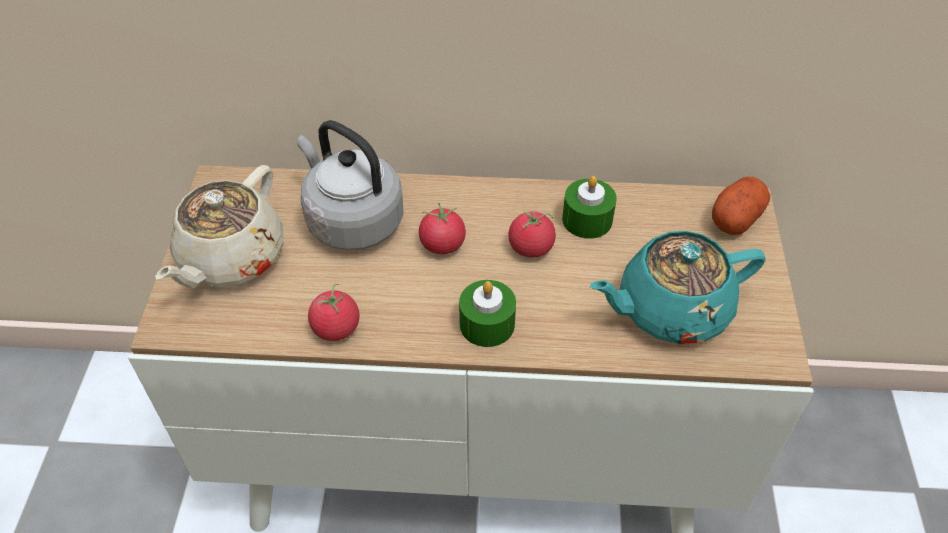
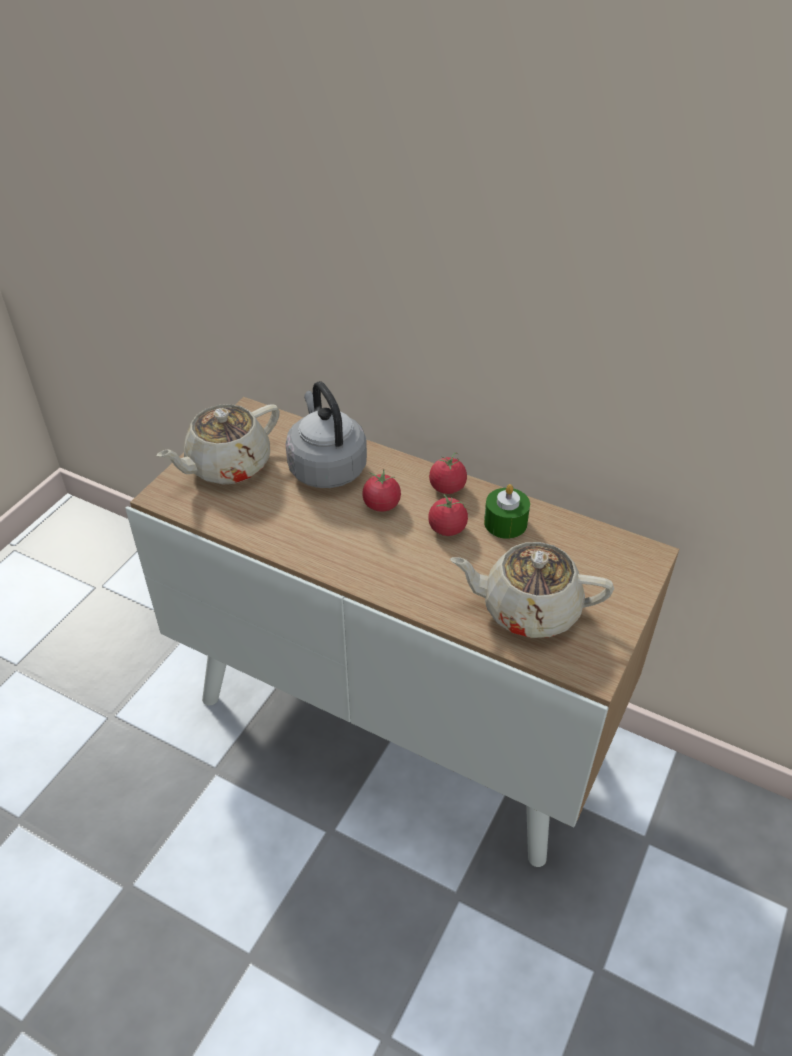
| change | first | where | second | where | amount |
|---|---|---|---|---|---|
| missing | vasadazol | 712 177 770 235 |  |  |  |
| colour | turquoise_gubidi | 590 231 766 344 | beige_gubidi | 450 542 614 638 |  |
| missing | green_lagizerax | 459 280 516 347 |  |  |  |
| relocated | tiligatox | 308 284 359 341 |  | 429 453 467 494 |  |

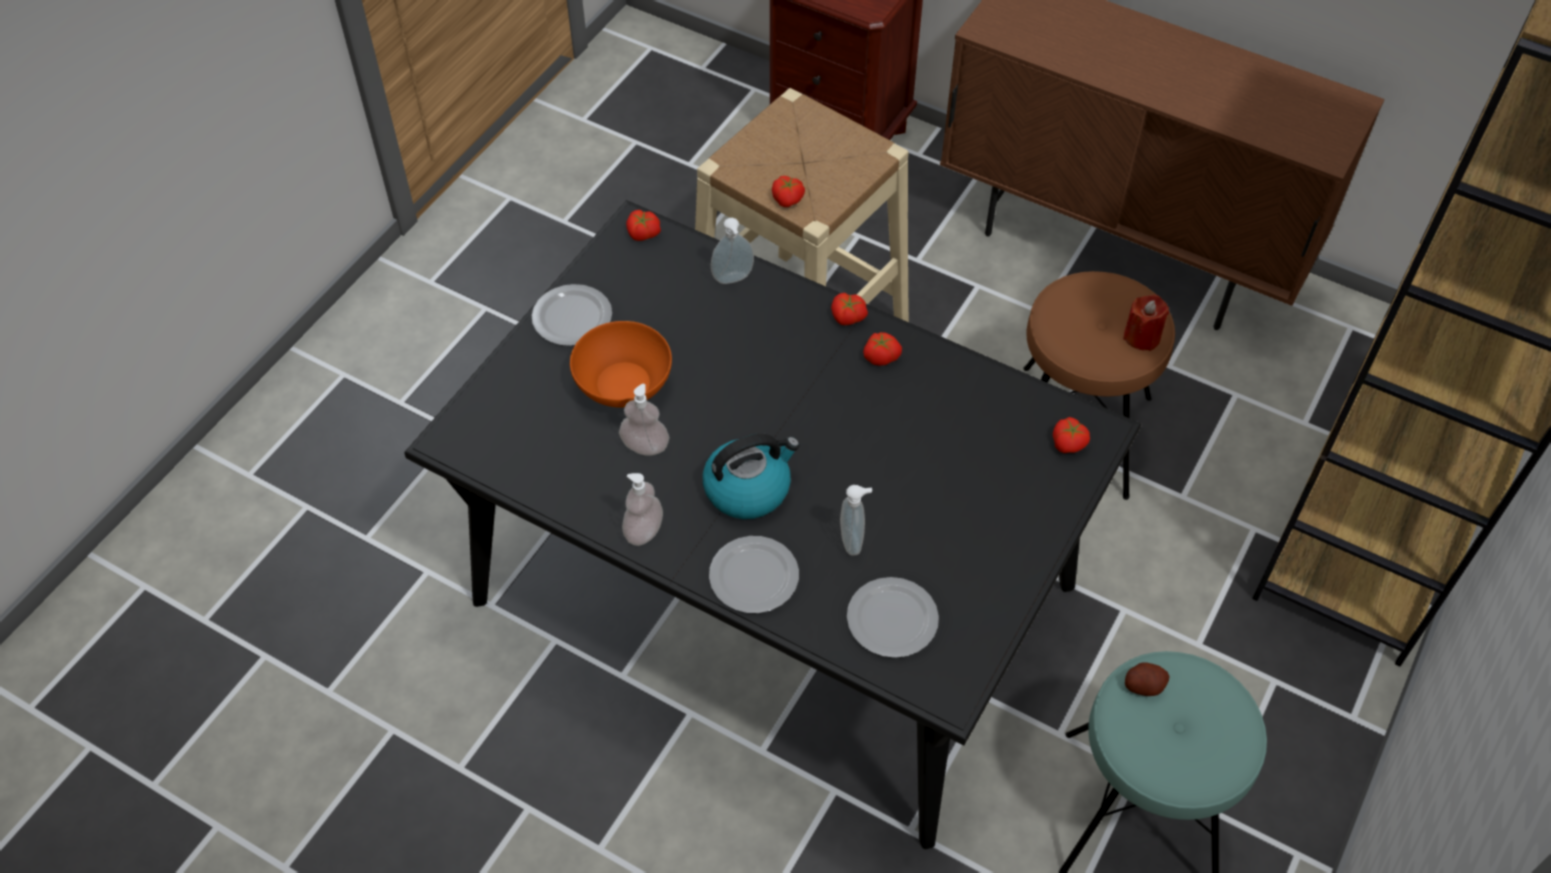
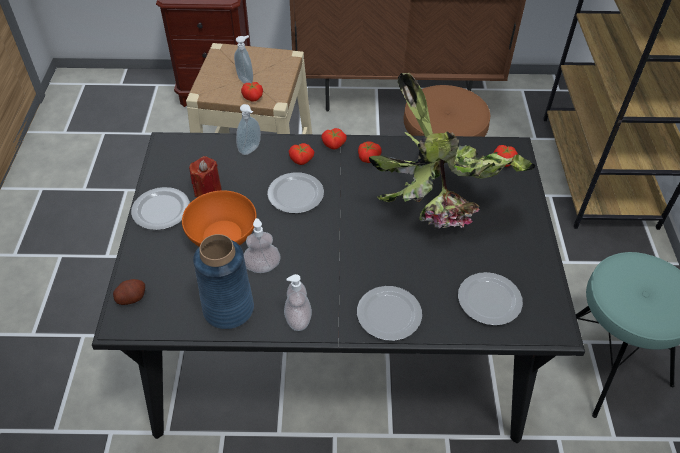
| change | first | where | second | where | amount |
|---|---|---|---|---|---|
| relocated | tiligatox | 626 210 661 241 |  | 289 143 315 165 |  |
| relocated | red_lagizerax | 1123 294 1169 351 |  | 189 156 221 197 |  |
| missing | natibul | 703 433 800 519 |  |  |  |
| relocated | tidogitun | 840 485 872 556 |  | 234 35 253 84 |  |
| relocated | vasadazol | 1125 662 1170 696 |  | 113 279 145 305 |  |
| appeared |  |  | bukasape | 369 73 536 228 |  |
| appeared |  |  | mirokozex | 267 172 324 213 |  |
| appeared |  |  | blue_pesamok | 193 234 254 329 |  |

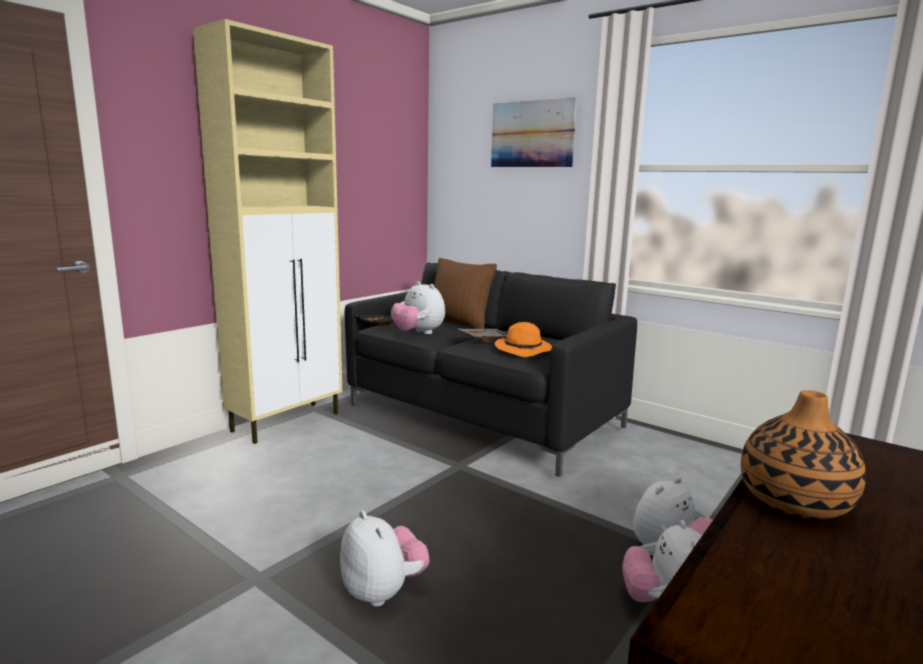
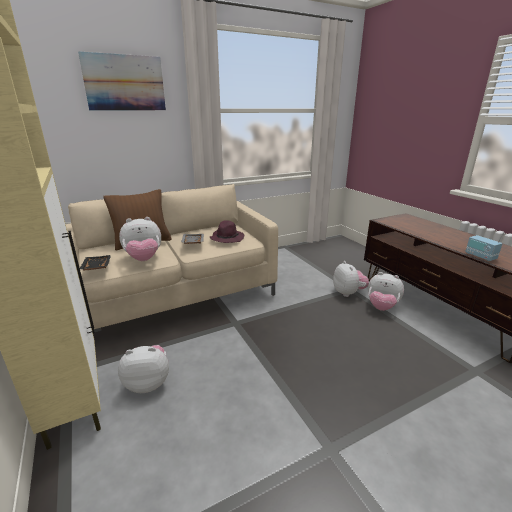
| change | first | where | second | where | amount |
|---|---|---|---|---|---|
| colour | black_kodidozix | 345 263 637 477 | beige_kodidozix | 66 184 278 332 |  |
| colour | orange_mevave | 494 322 552 357 | purple_mevave | 210 221 244 243 |  |
| missing | pesamok | 741 390 866 519 |  |  |  |
| relocated | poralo | 340 511 430 607 |  | 118 345 169 393 |  |
| appeared |  |  | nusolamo | 465 232 504 261 |  |

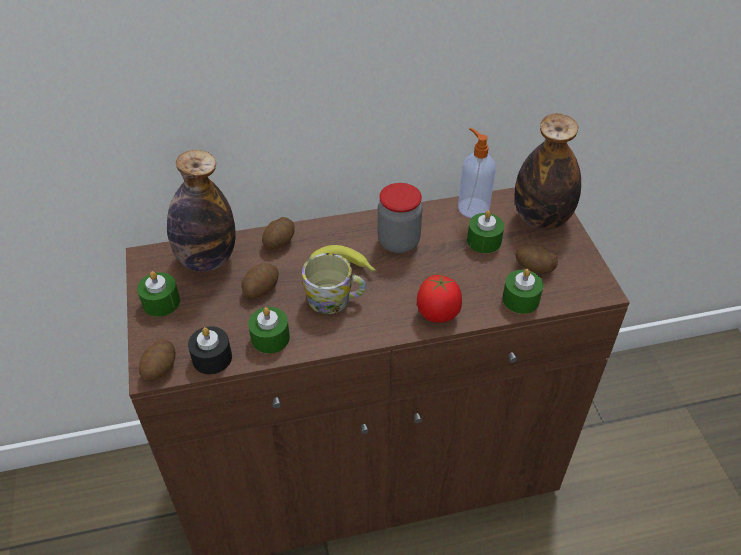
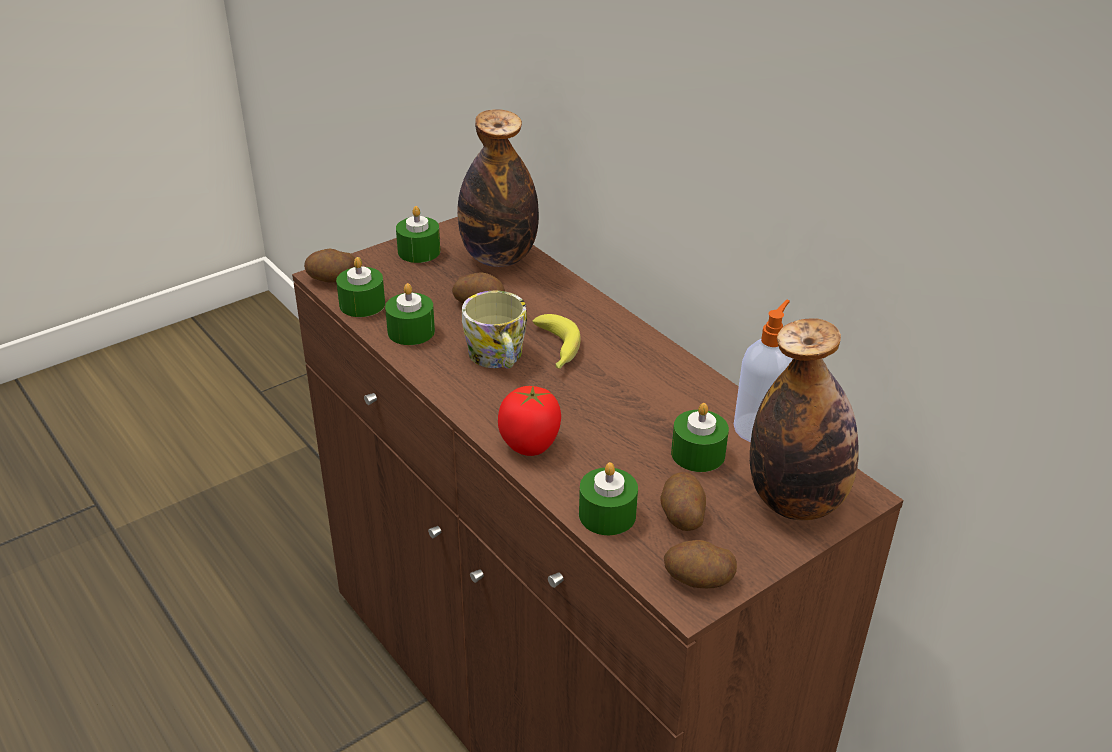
| change | first | where | second | where | amount |
|---|---|---|---|---|---|
| missing | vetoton | 378 183 423 253 |  |  |  |
| relocated | vasadazol | 262 217 295 249 |  | 664 540 737 588 |  |
| colour | black_lagizerax | 188 326 232 374 | green_lagizerax | 336 257 385 317 |  |

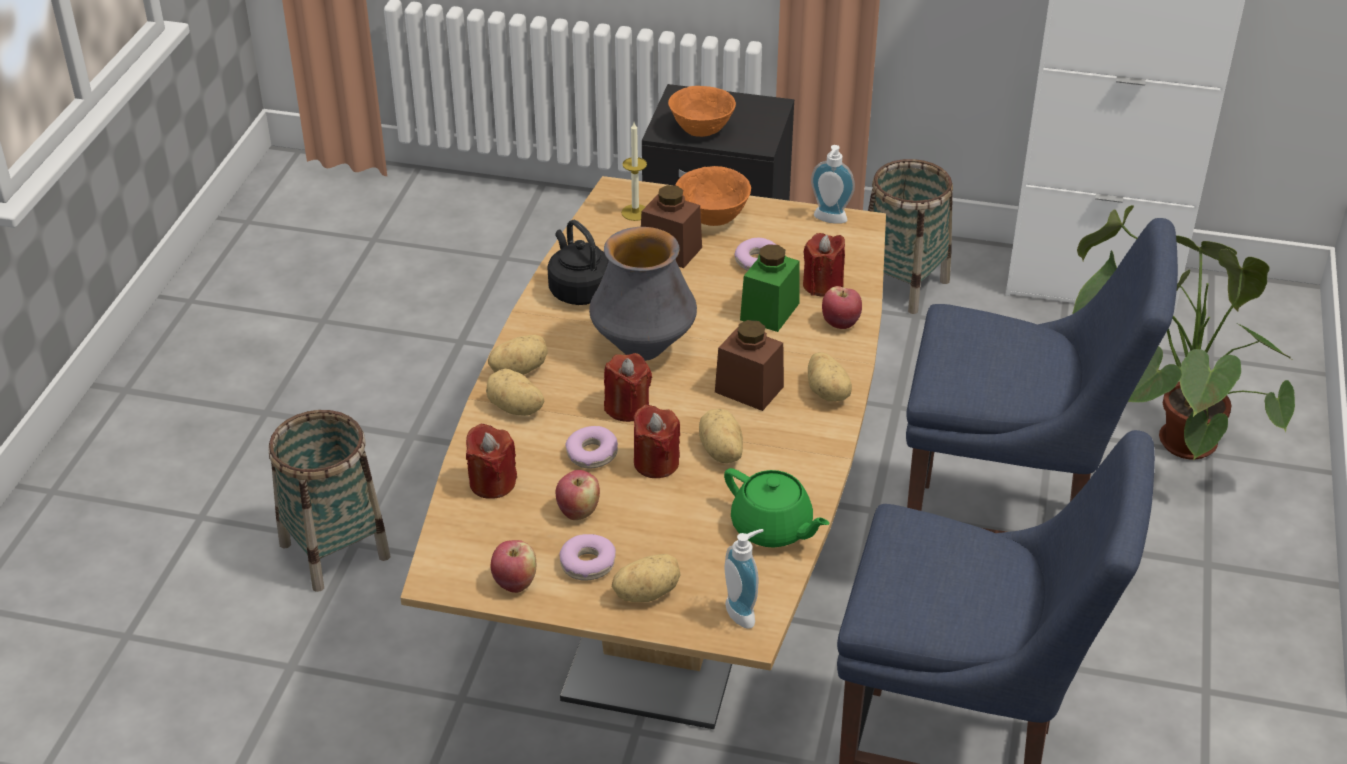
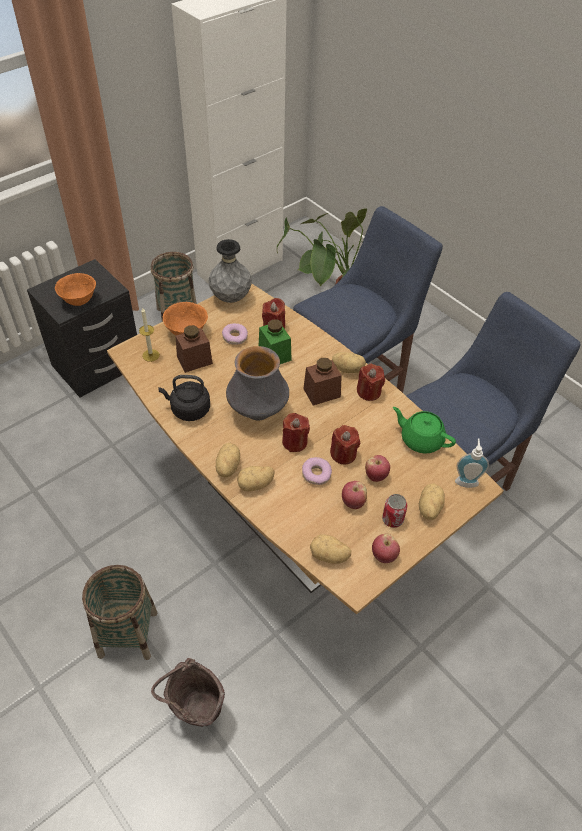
| change | first | where | second | where | amount |
|---|---|---|---|---|---|
| exchanged | tidogitun | 811 145 855 224 | grey_pesamok | 209 239 252 303 |  |
| relocated | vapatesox | 822 286 862 329 |  | 365 455 390 482 |  |
| relocated | vasadazol | 699 409 743 463 |  | 310 534 352 564 |  |
| relocated | red_lagizerax | 466 423 517 499 |  | 357 364 385 401 |  |
| spun | green_gubidi | 724 468 829 547 |  | 393 407 456 453 | 135 degrees counterclockwise |
| exchanged | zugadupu | 559 534 616 581 | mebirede | 382 494 408 528 |  |
| appeared |  |  | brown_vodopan | 151 658 225 727 |  |

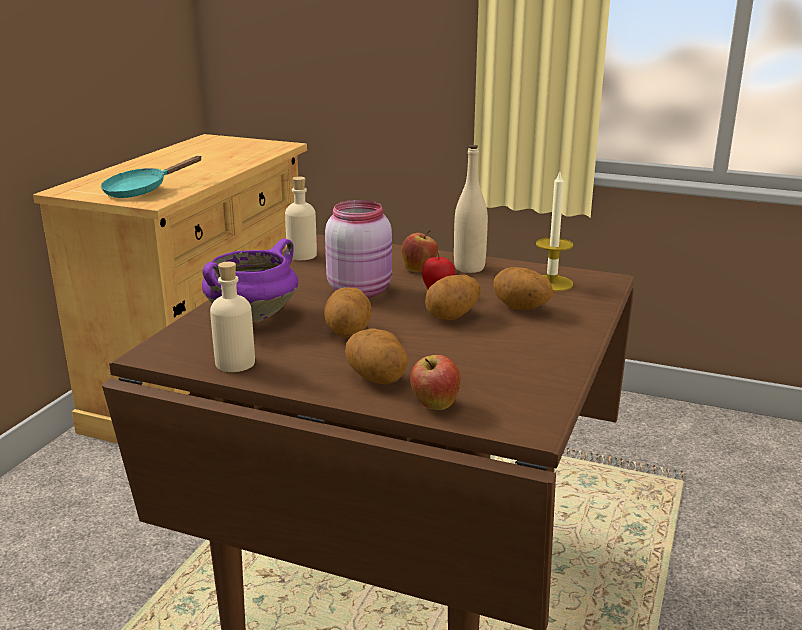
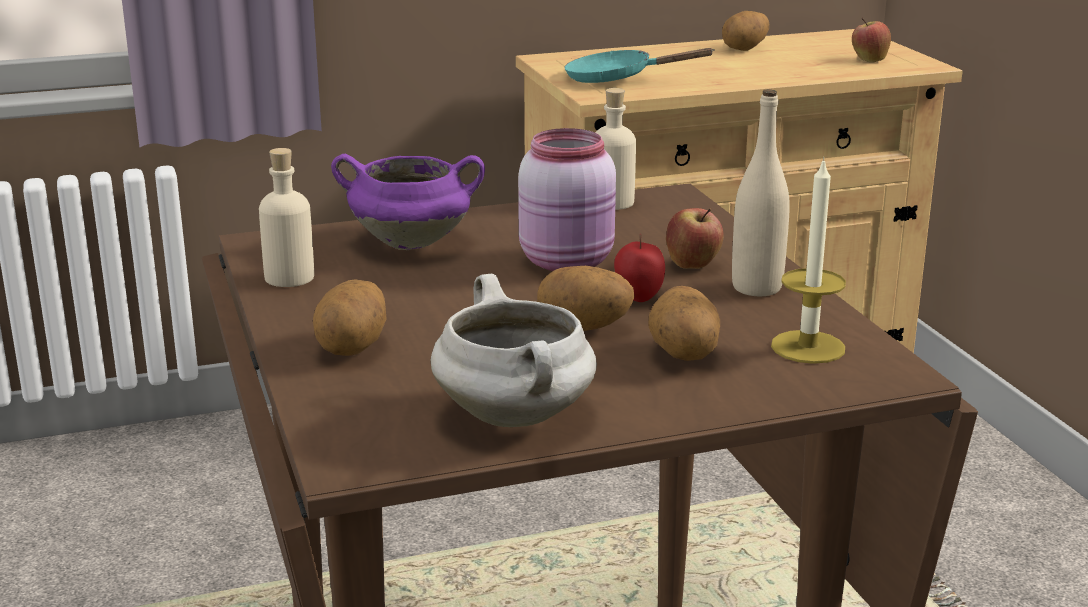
| change | first | where | second | where | amount |
|---|---|---|---|---|---|
| relocated | vasadazol | 324 287 372 337 |  | 722 11 769 51 |  |
| relocated | vapatesox | 410 355 461 410 |  | 852 17 891 62 |  |
| appeared |  |  | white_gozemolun | 431 274 597 427 |  |

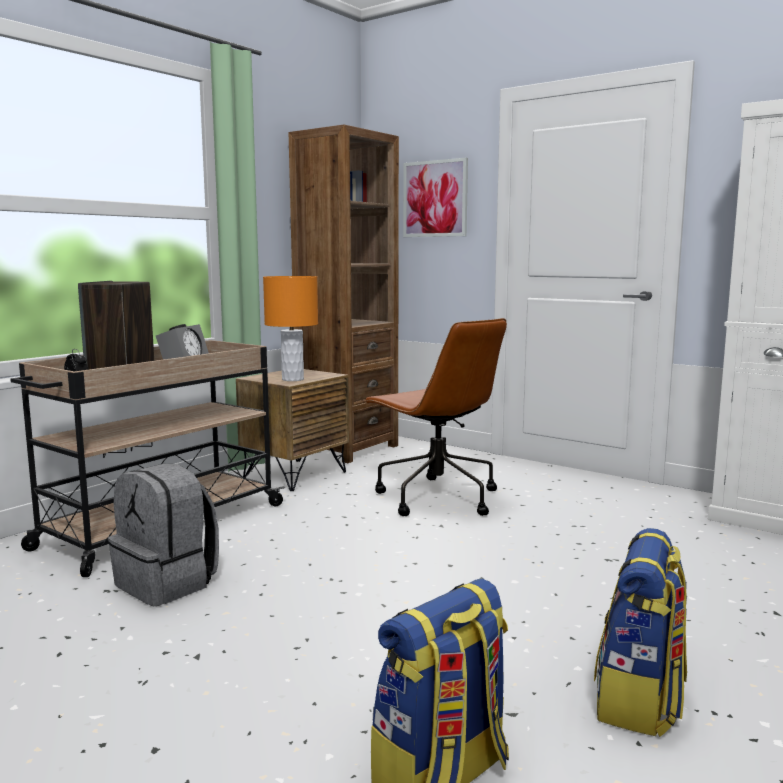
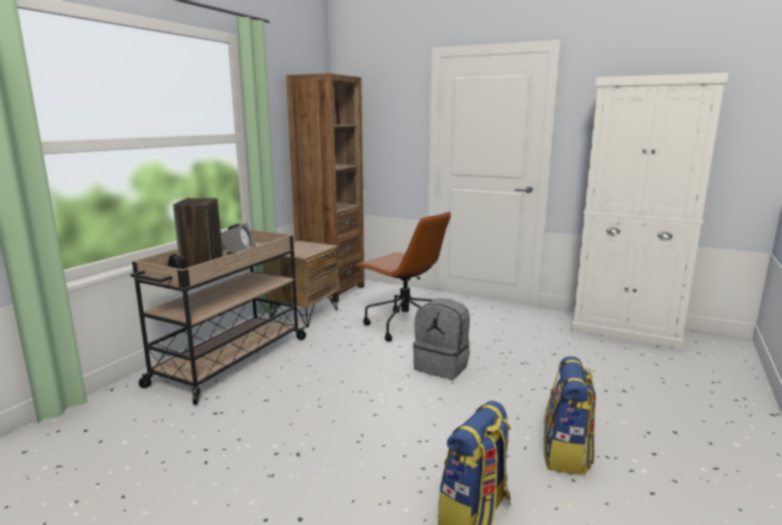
| change | first | where | second | where | amount |
|---|---|---|---|---|---|
| missing | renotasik | 403 158 468 237 |  |  |  |
| missing | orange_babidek | 263 276 318 381 |  |  |  |
| relocated | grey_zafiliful | 108 464 219 606 |  | 413 299 470 380 |  |

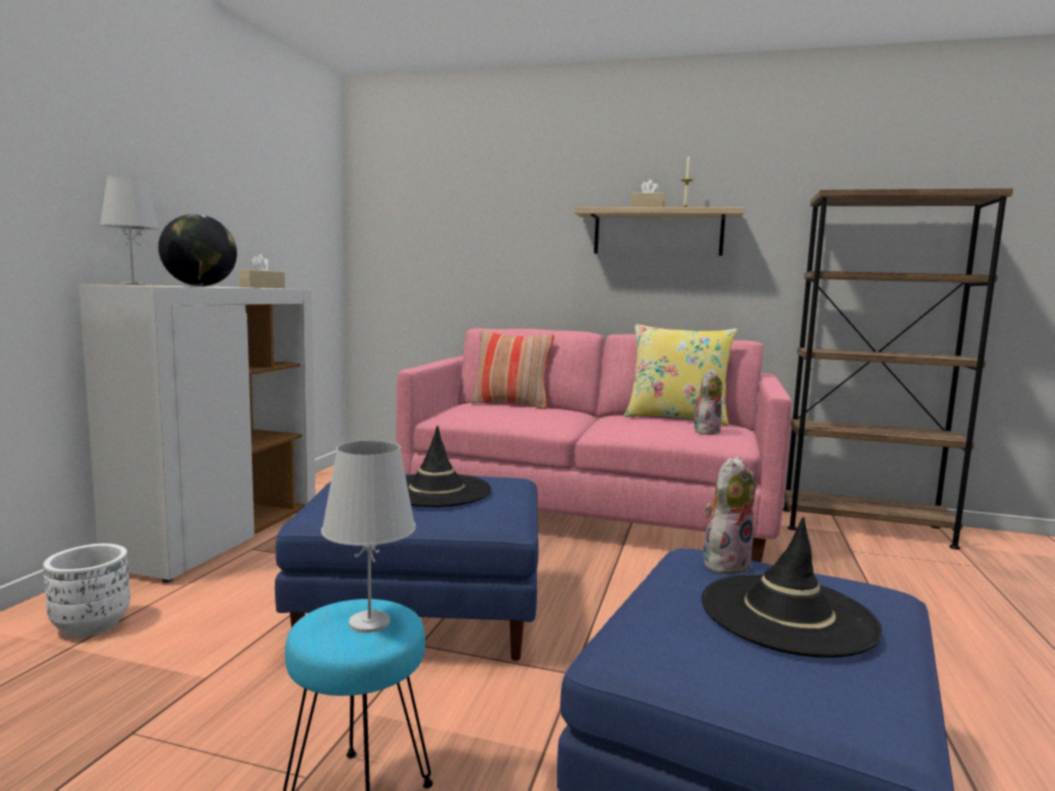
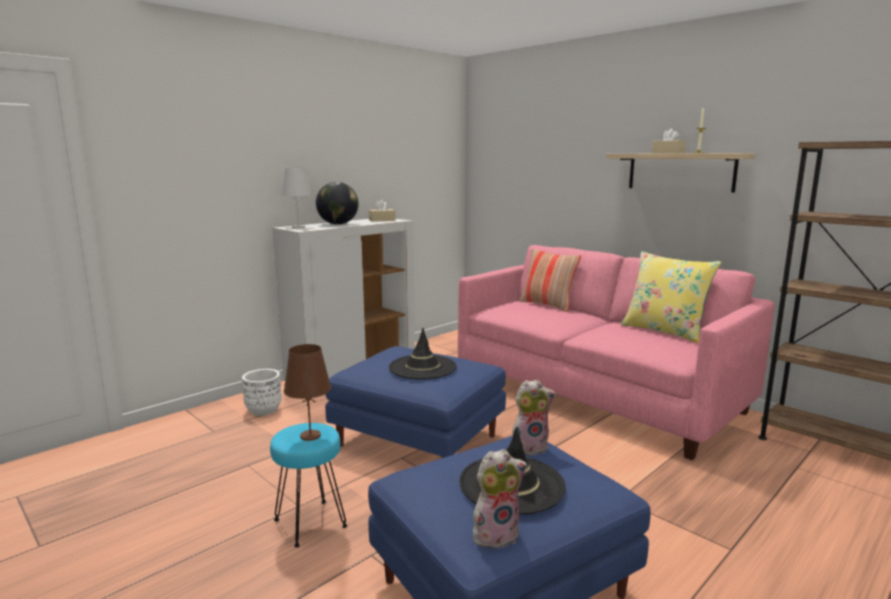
| change | first | where | second | where | amount |
|---|---|---|---|---|---|
| relocated | poralo | 694 369 722 435 |  | 473 449 527 551 |  |
| colour | white_babidek | 321 440 416 633 | brown_babidek | 284 344 331 441 |  |

